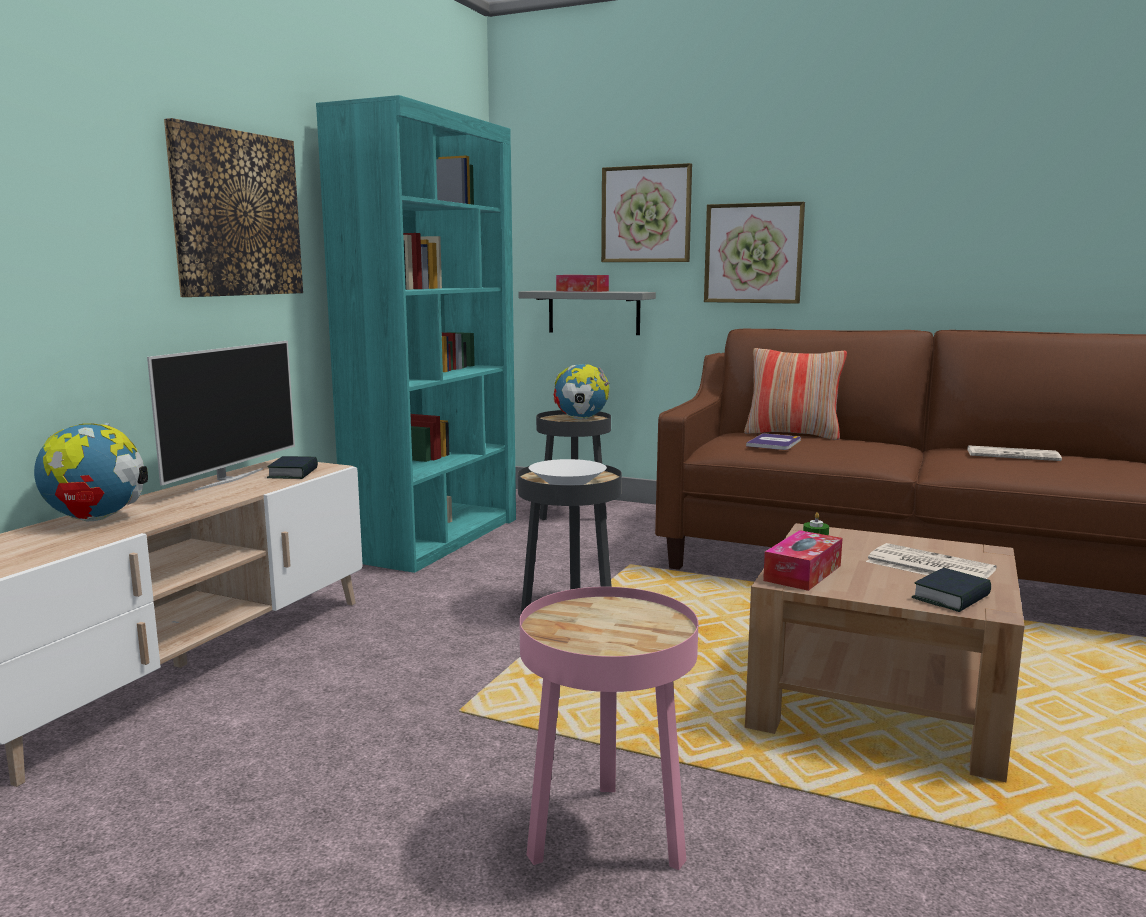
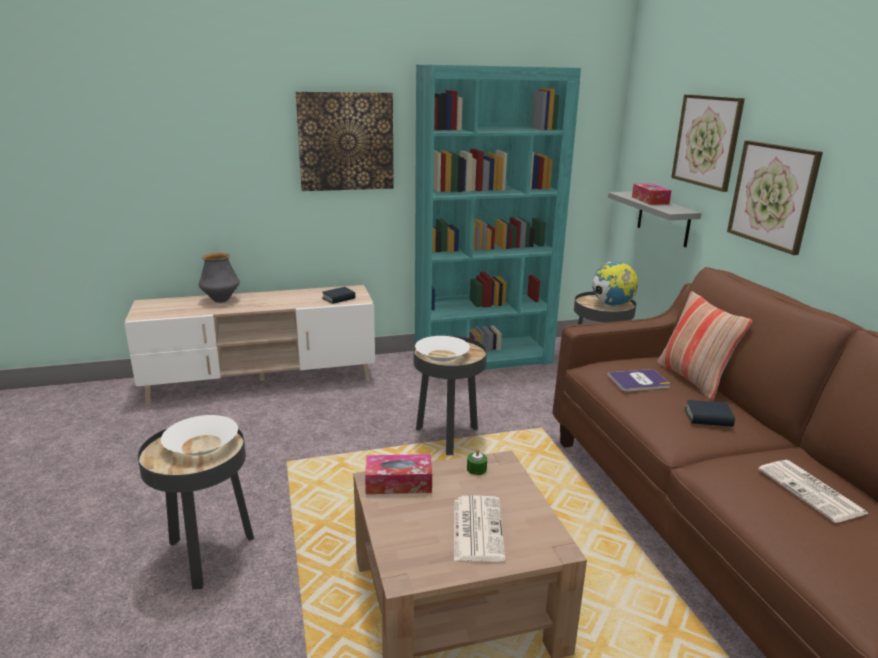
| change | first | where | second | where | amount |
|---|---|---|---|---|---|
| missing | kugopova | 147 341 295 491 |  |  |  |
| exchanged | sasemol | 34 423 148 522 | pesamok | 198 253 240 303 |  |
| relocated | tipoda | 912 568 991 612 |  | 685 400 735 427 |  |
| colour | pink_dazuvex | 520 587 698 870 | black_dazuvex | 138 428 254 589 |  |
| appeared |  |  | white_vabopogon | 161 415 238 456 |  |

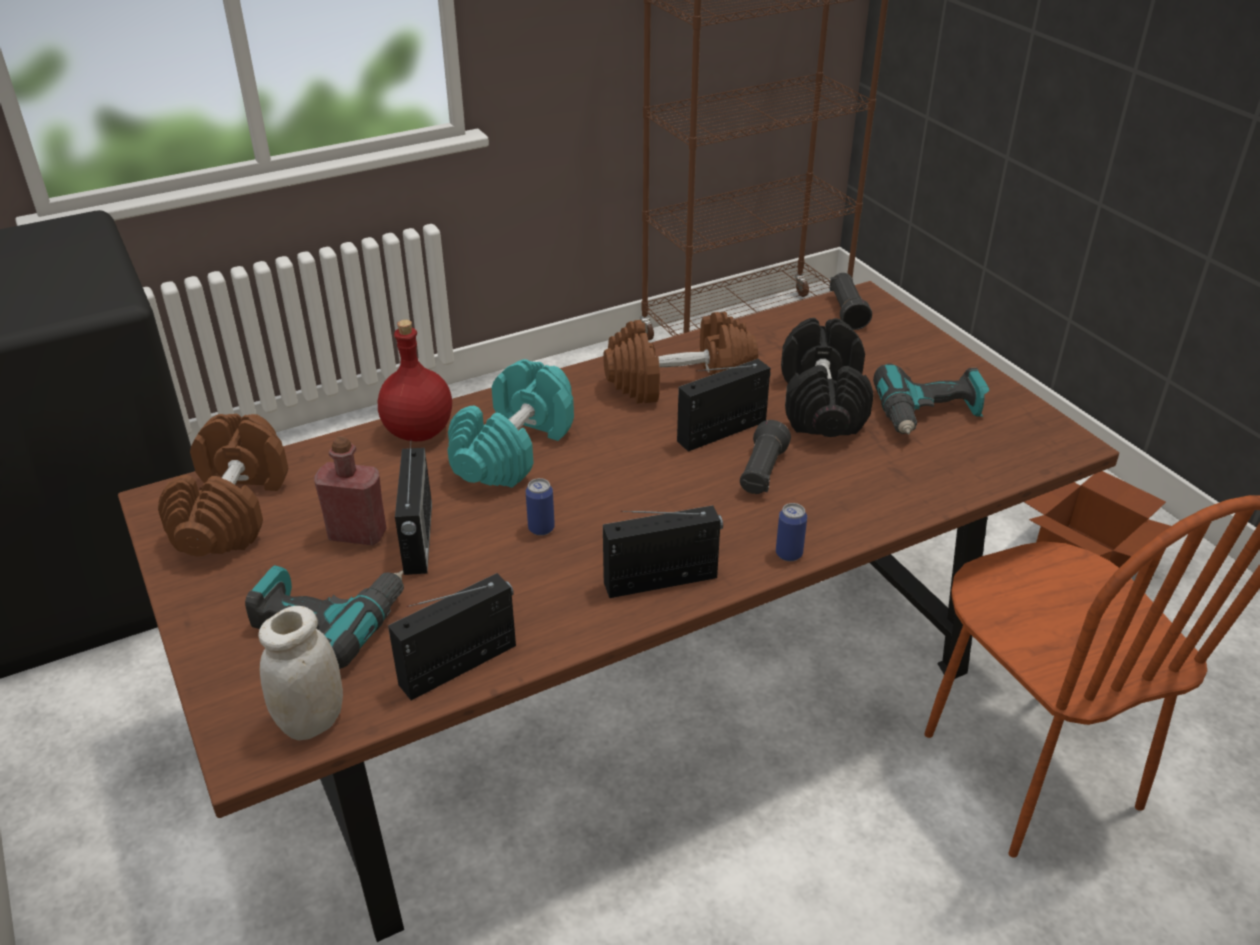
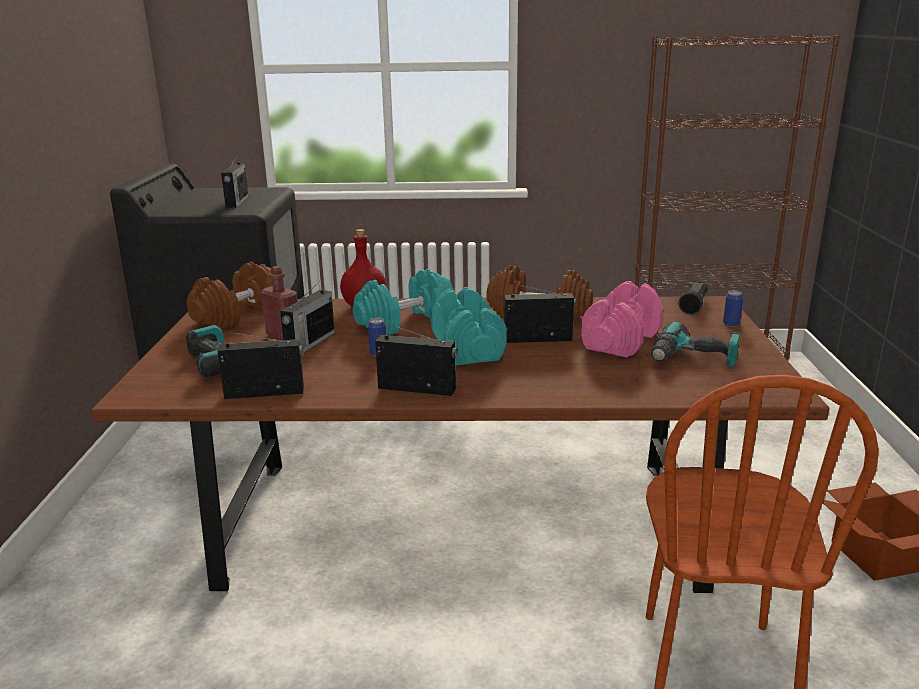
| change | first | where | second | where | amount |
|---|---|---|---|---|---|
| colour | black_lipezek | 781 318 874 437 | pink_lipezek | 581 281 663 357 |  |
| missing | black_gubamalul | 740 420 791 494 |  |  |  |
| relocated | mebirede | 776 503 807 561 |  | 723 290 743 327 |  |
| missing | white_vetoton | 258 606 343 741 |  |  |  |
| appeared |  |  | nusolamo | 221 157 249 208 |  |
| appeared |  |  | turquoise_lipezek | 431 287 507 365 |  |

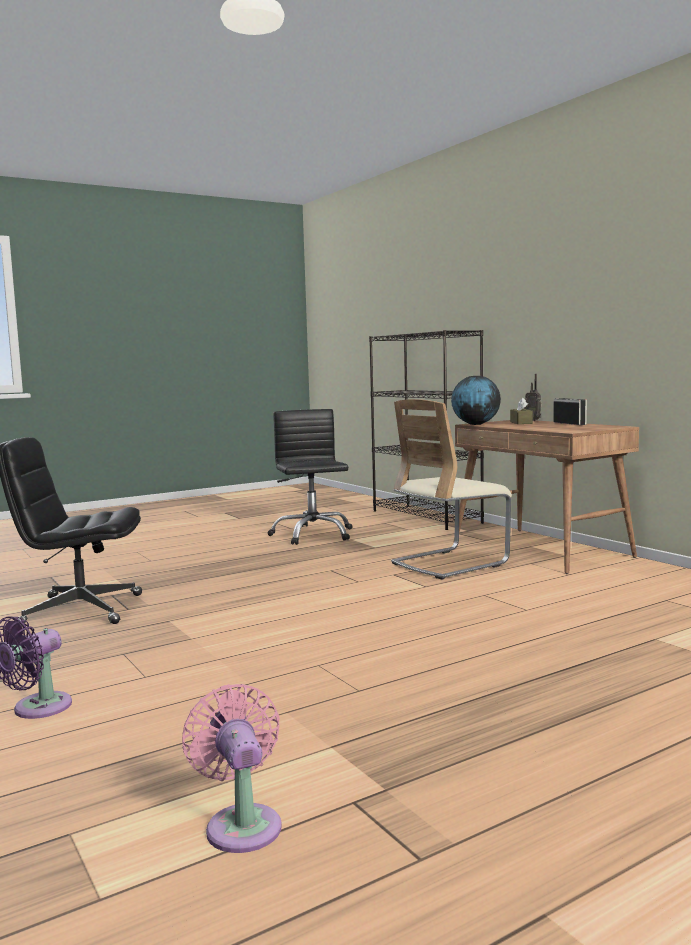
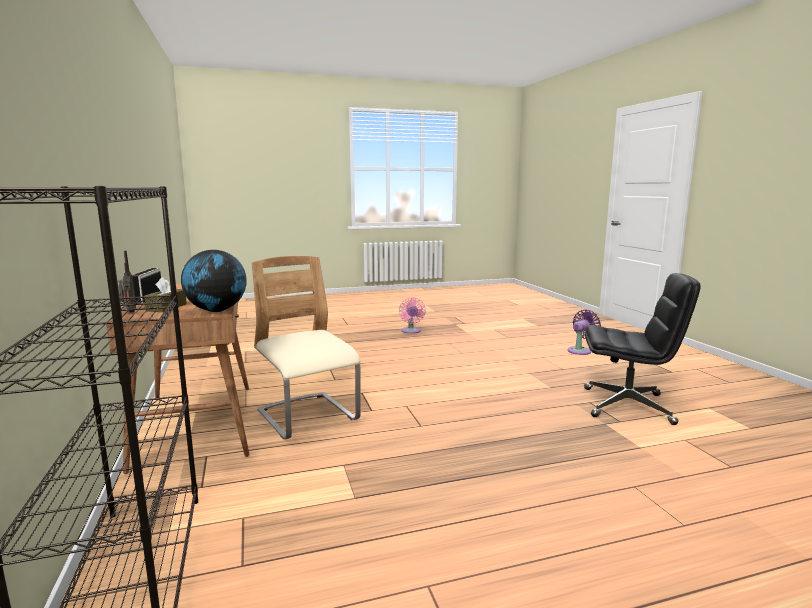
| change | first | where | second | where | amount |
|---|---|---|---|---|---|
| spun | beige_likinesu | 391 399 512 580 |  | 252 256 361 440 | 105 degrees counterclockwise |
| missing | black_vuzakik | 268 409 353 545 |  |  |  |
| relocated | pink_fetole | 182 684 282 853 |  | 399 297 426 334 |  |

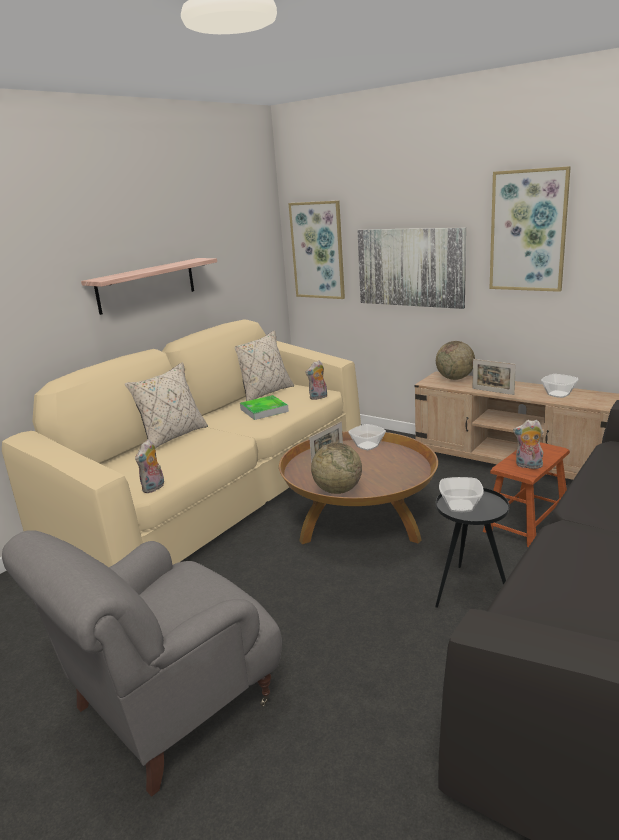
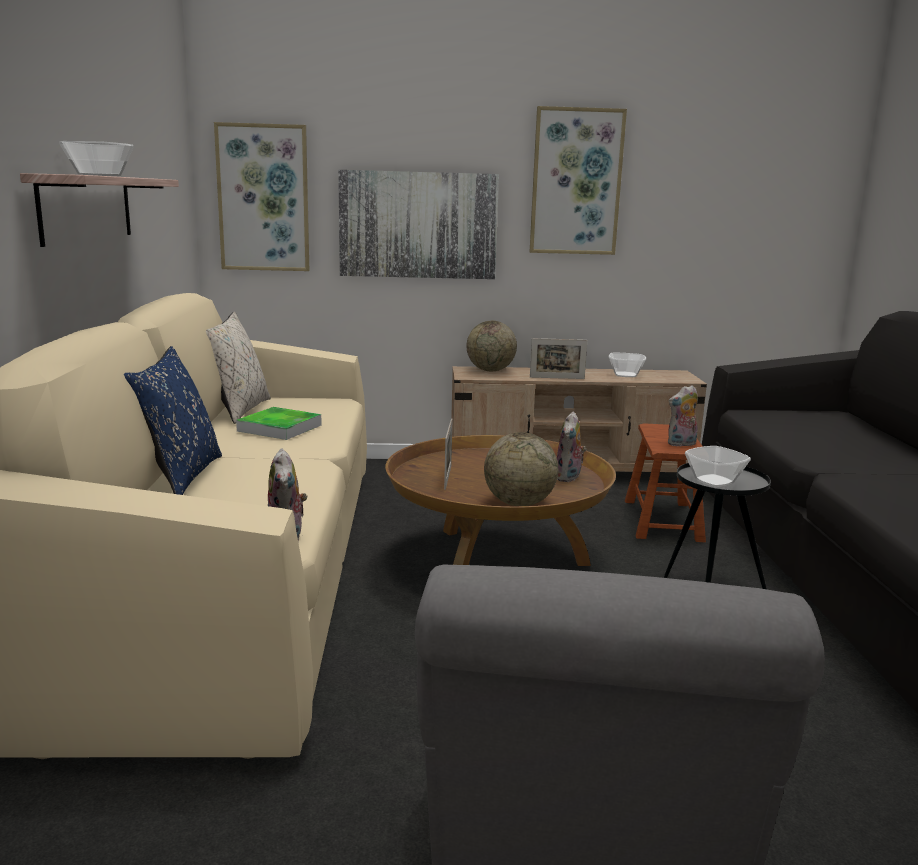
| change | first | where | second | where | amount |
|---|---|---|---|---|---|
| relocated | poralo | 305 360 327 400 |  | 557 412 586 482 |  |
| colour | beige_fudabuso | 125 362 208 449 | blue_fudabuso | 124 346 222 495 |  |
| relocated | vabopogon | 348 424 386 450 |  | 59 141 134 176 |  |

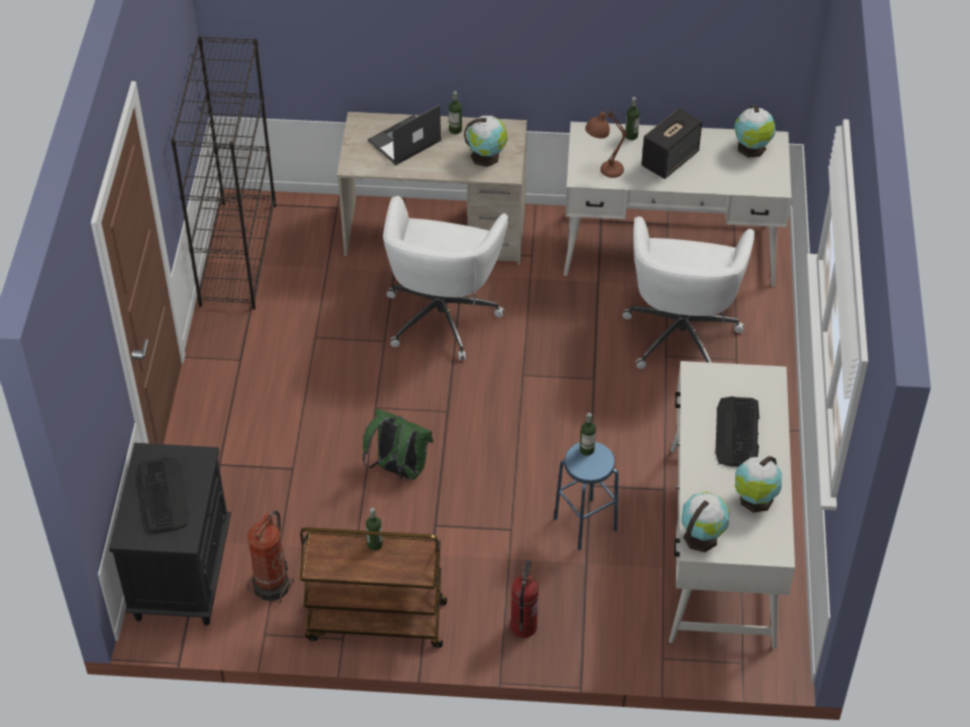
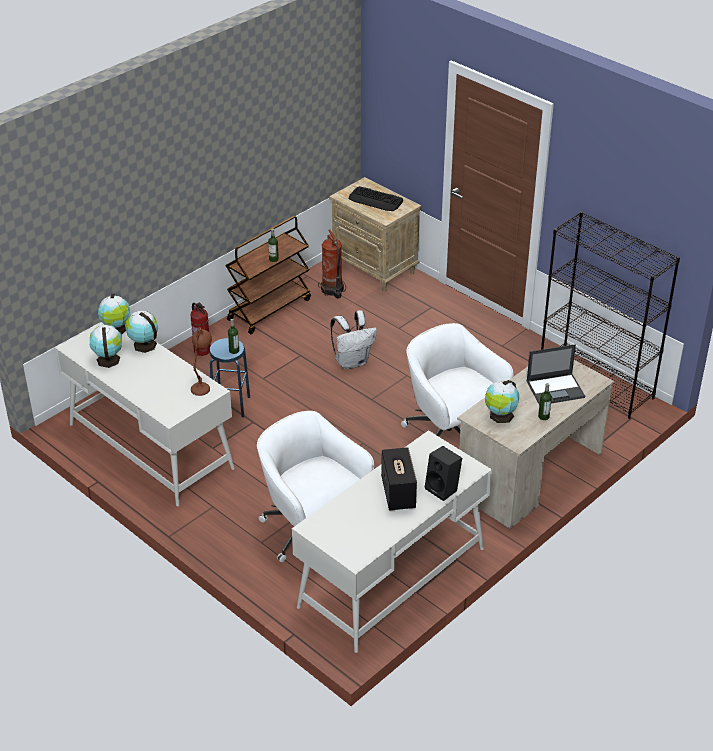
| change | first | where | second | where | amount |
|---|---|---|---|---|---|
| exchanged | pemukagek | 625 97 640 140 | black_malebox | 425 446 462 501 |  |
| spun | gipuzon | 368 104 441 165 |  | 526 344 585 405 | 75 degrees clockwise |
| relocated | sasemol | 734 105 776 157 |  | 125 310 158 353 |  |
| relocated | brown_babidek | 585 109 627 178 |  | 191 327 212 396 |  |
| missing | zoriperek | 715 396 759 467 |  |  |  |
| colour | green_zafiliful | 362 409 433 481 | white_zafiliful | 330 310 377 369 |  |
| colour | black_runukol | 109 443 231 625 | beige_runukol | 329 177 421 292 |  |

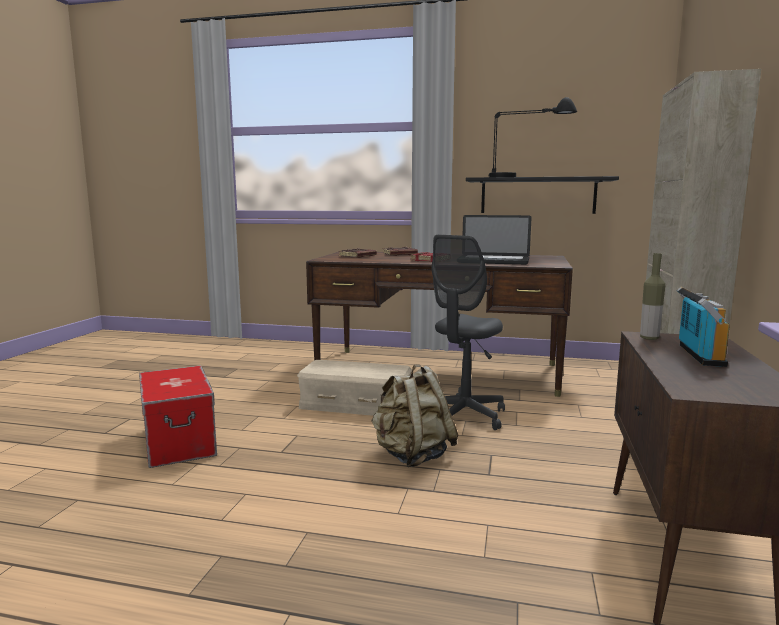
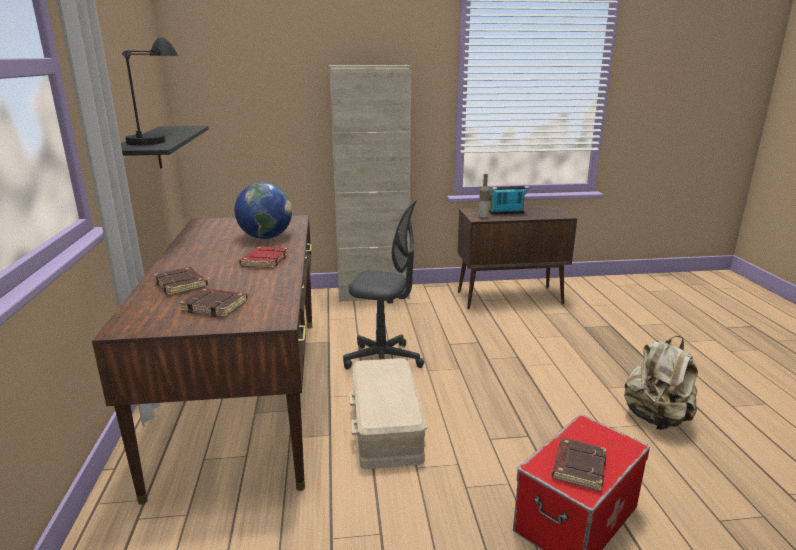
| change | first | where | second | where | amount |
|---|---|---|---|---|---|
| exchanged | gipuzon | 463 215 531 265 | sasemol | 234 183 292 239 |  |
| relocated | beige_zafiliful | 371 364 458 467 |  | 624 336 698 430 |  |
| appeared |  |  | brown_tipoda | 552 438 607 491 |  |

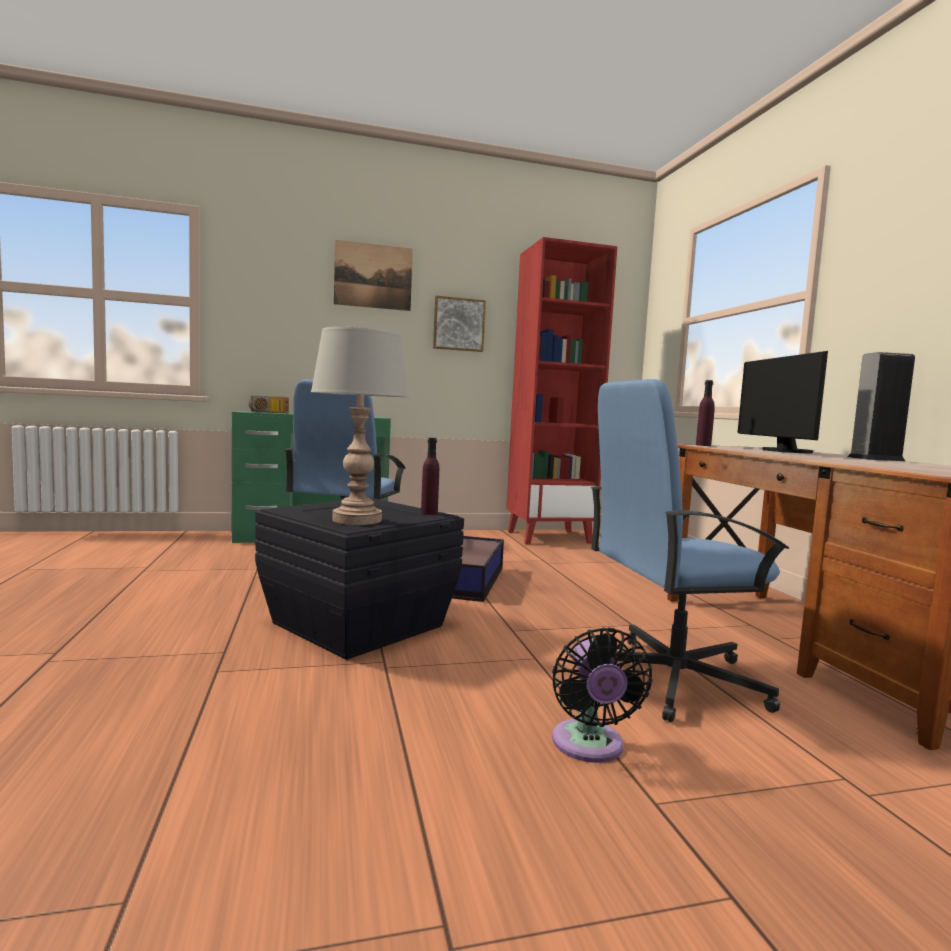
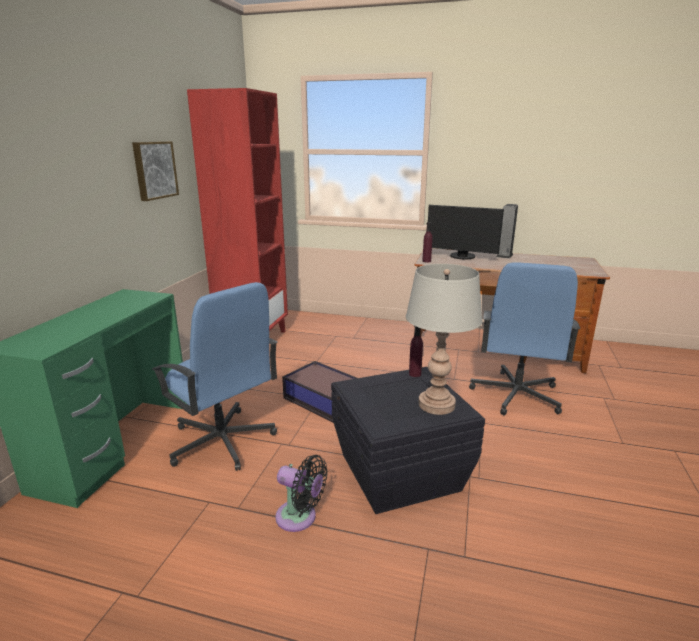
| change | first | where | second | where | amount |
|---|---|---|---|---|---|
| missing | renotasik | 334 240 413 311 |  |  |  |
| missing | nusolamo | 248 395 289 413 |  |  |  |
| relocated | black_fetole | 552 628 652 763 |  | 275 455 327 532 |  |

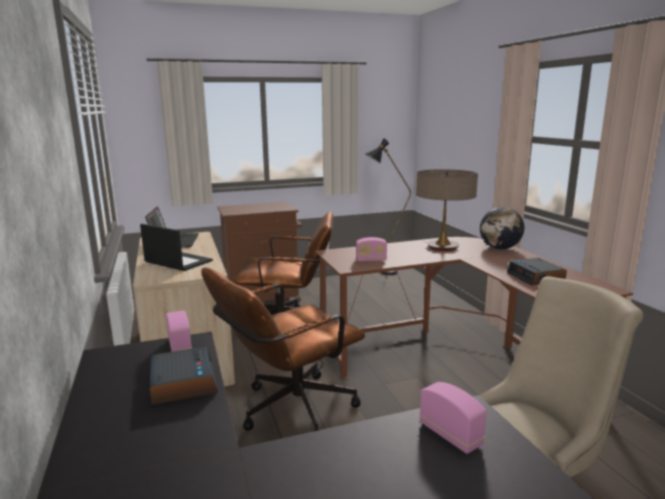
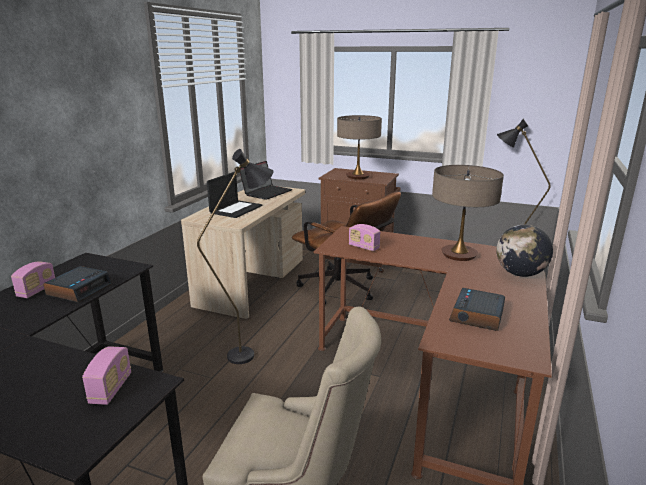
| change | first | where | second | where | amount |
|---|---|---|---|---|---|
| spun | gipuzon | 140 224 213 271 |  | 207 172 263 218 | 45 degrees clockwise |
| exchanged | brown_vuzakik | 201 268 365 431 | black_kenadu | 197 149 273 364 |  |
| relocated | nusolamo | 166 311 192 352 |  | 11 261 55 298 |  |
| appeared |  |  | babidek | 337 115 382 180 |  |

